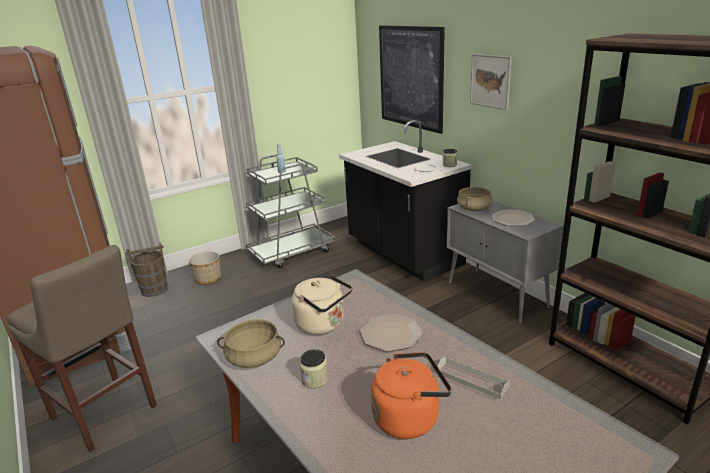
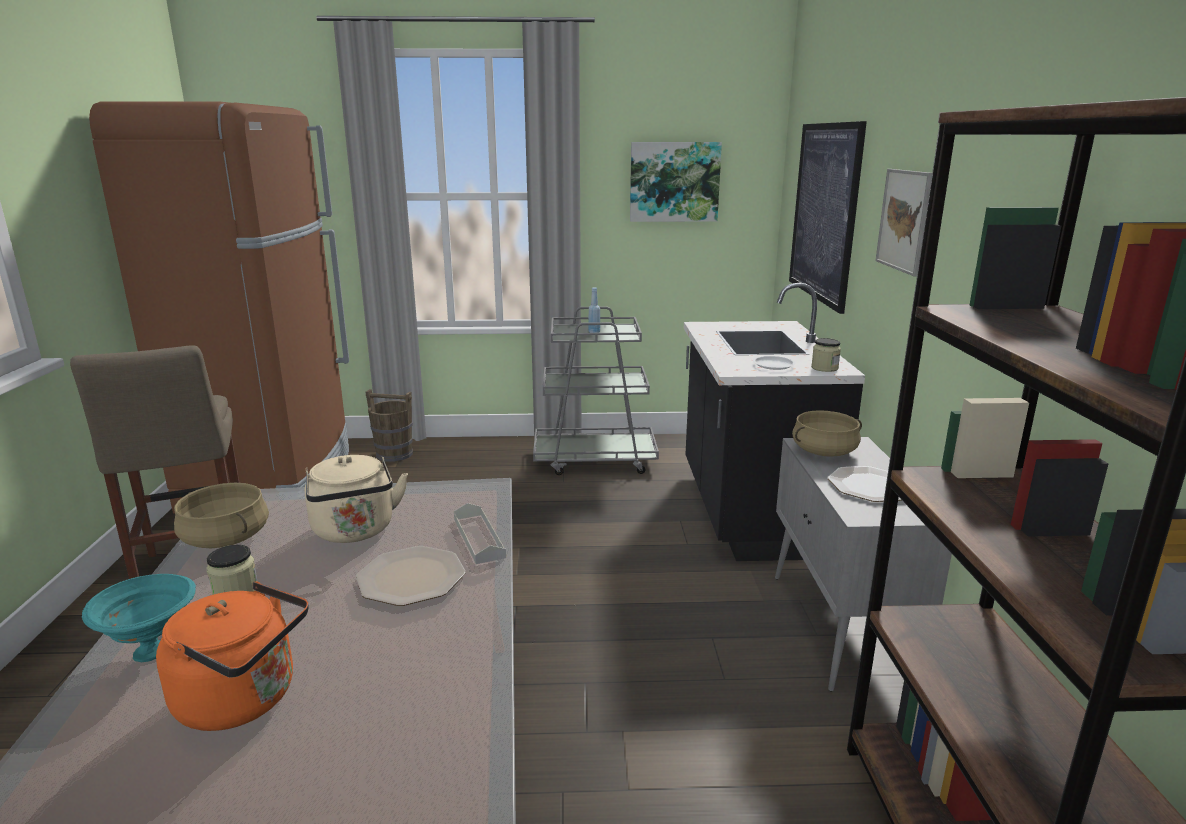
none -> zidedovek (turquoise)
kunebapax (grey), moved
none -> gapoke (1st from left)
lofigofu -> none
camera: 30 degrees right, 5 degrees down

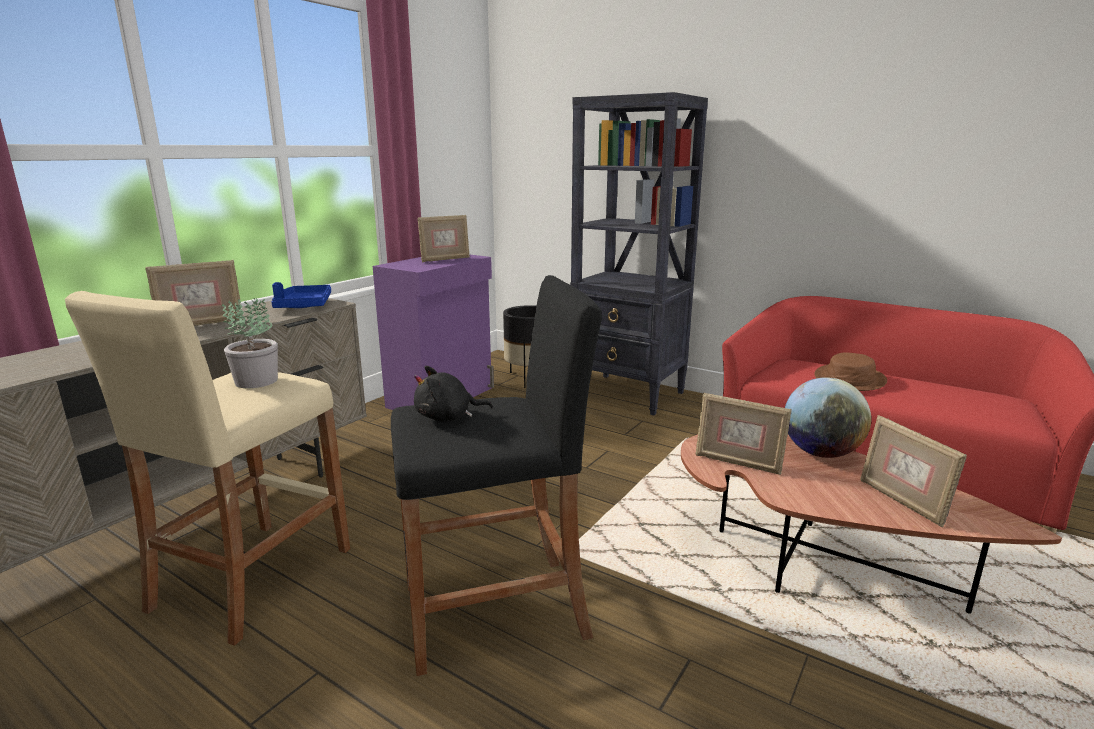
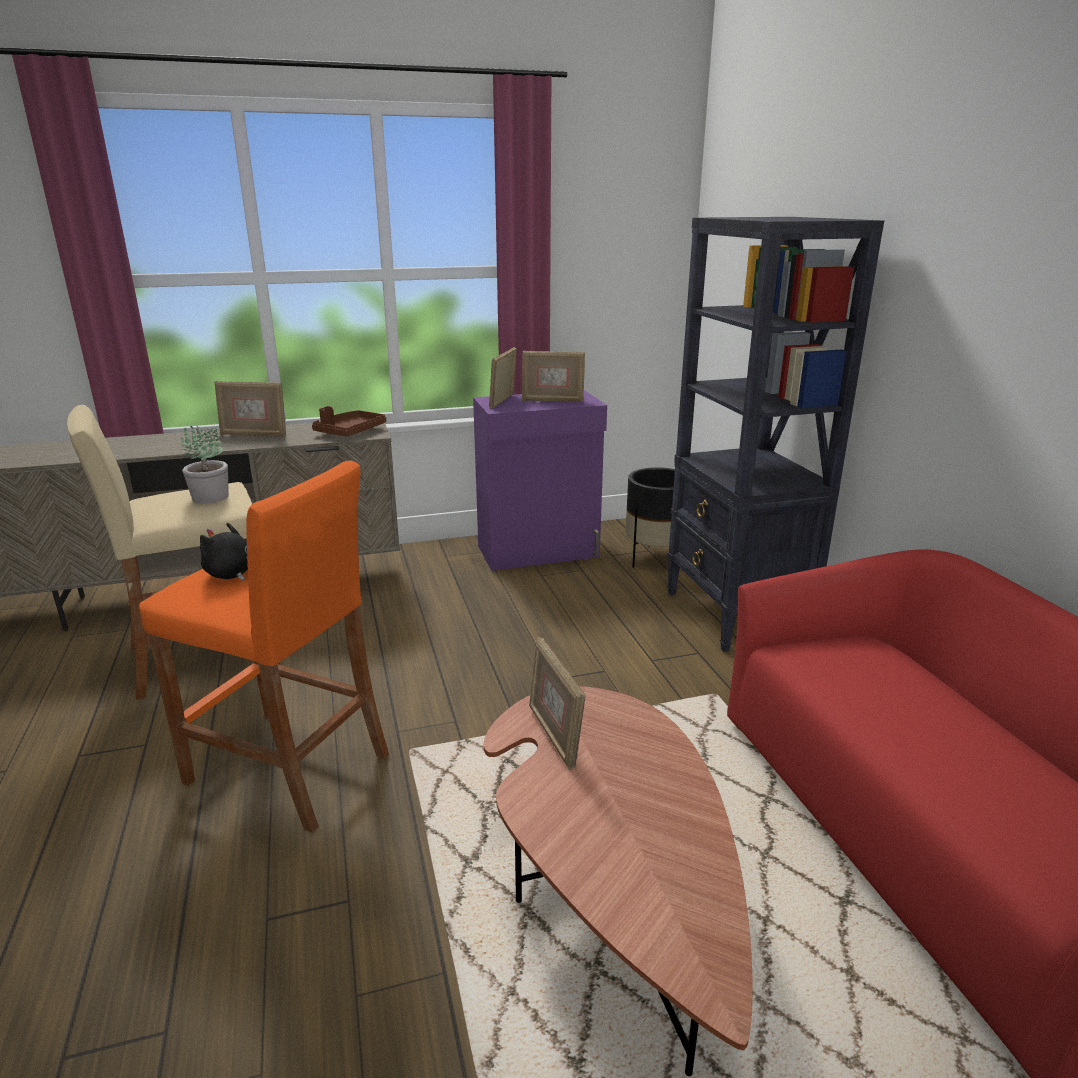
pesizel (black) -> pesizel (orange)
kunebapax (blue) -> kunebapax (brown)
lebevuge (4th from left in the first image) -> lebevuge (2nd from left), moved
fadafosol -> none
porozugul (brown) -> none
camera: 40 degrees right, 5 degrees up

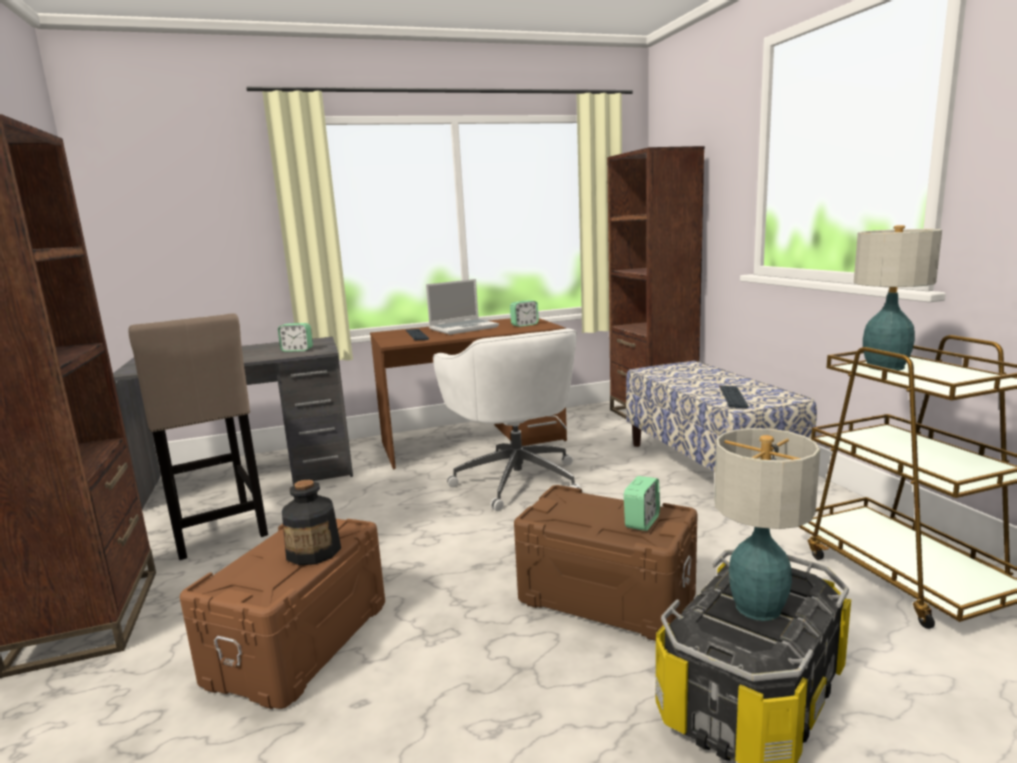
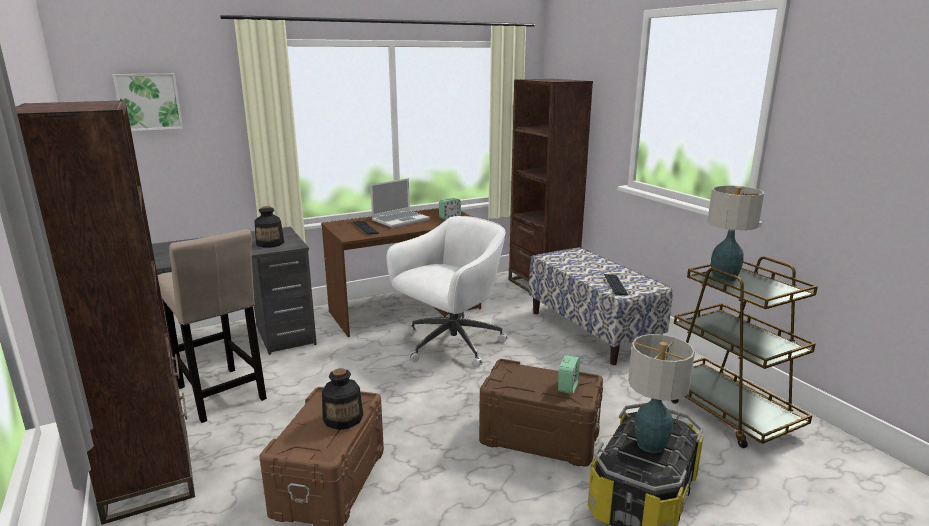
none -> gapoke
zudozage (1st from left) -> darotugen (1st from left)
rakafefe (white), 105 degrees counterclockwise
camera: 10 degrees left, 5 degrees up

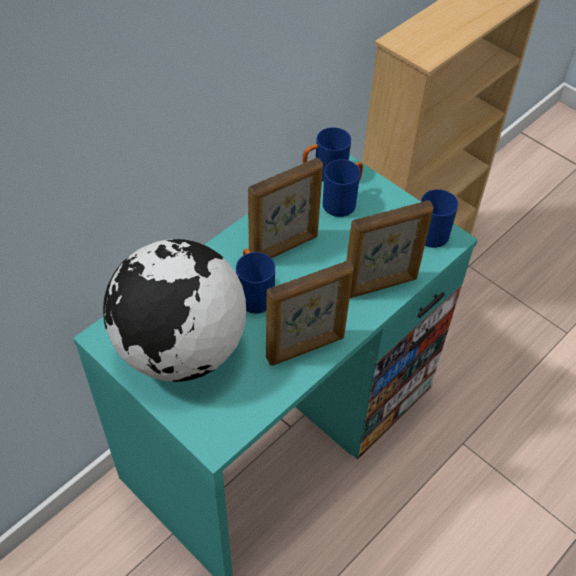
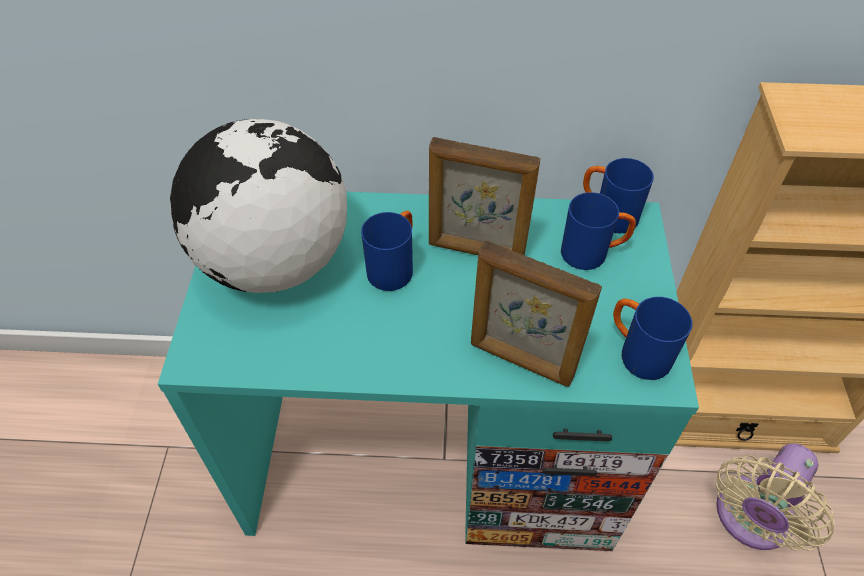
none -> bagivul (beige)
lebevuge (2nd from left) -> none
camera: 50 degrees right, 0 degrees up

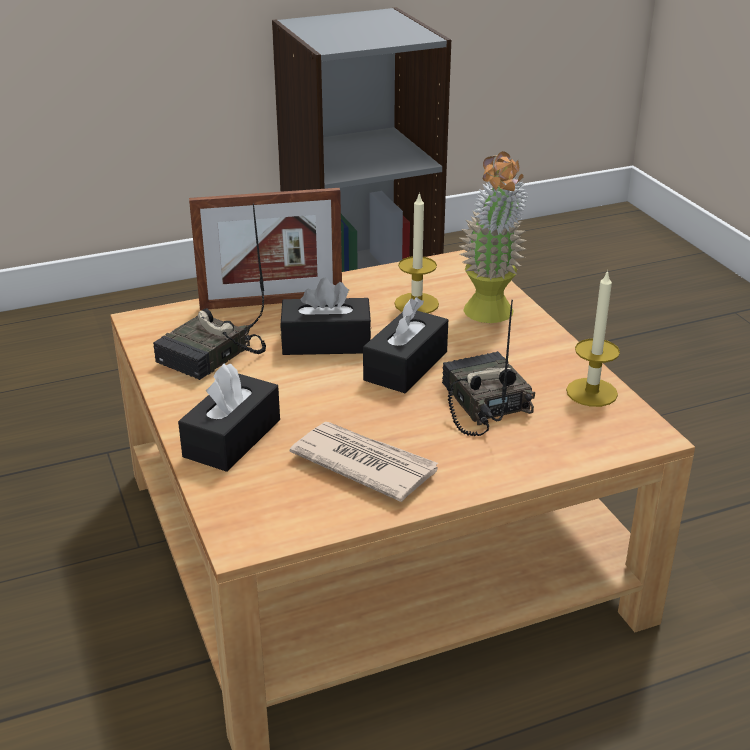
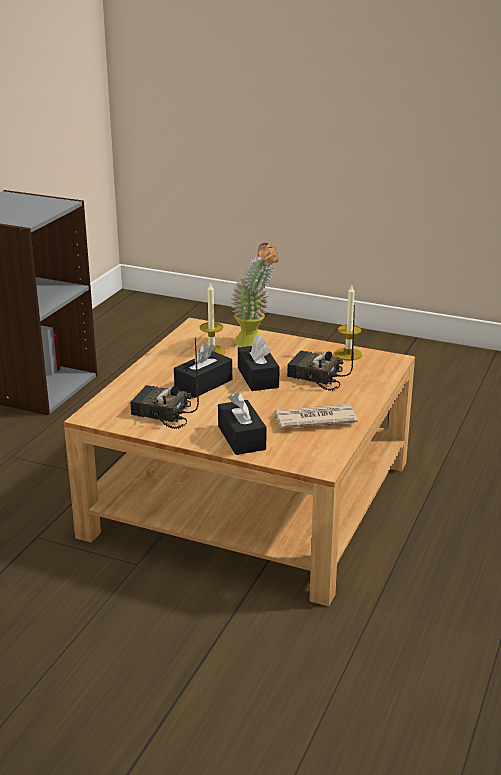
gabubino (1st from left), 120 degrees clockwise
lebevuge -> none
camera: 45 degrees left, 5 degrees down

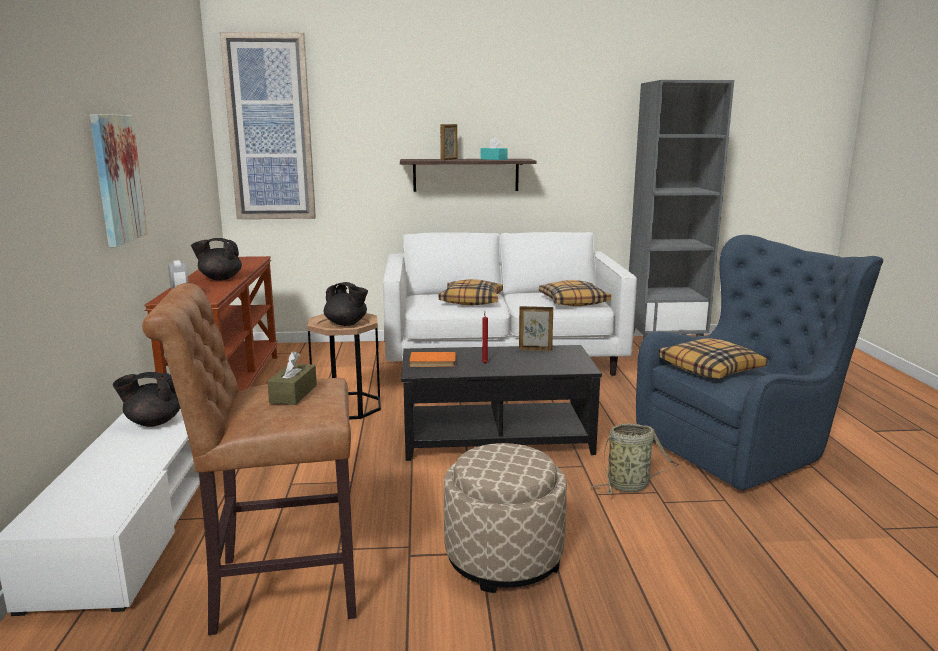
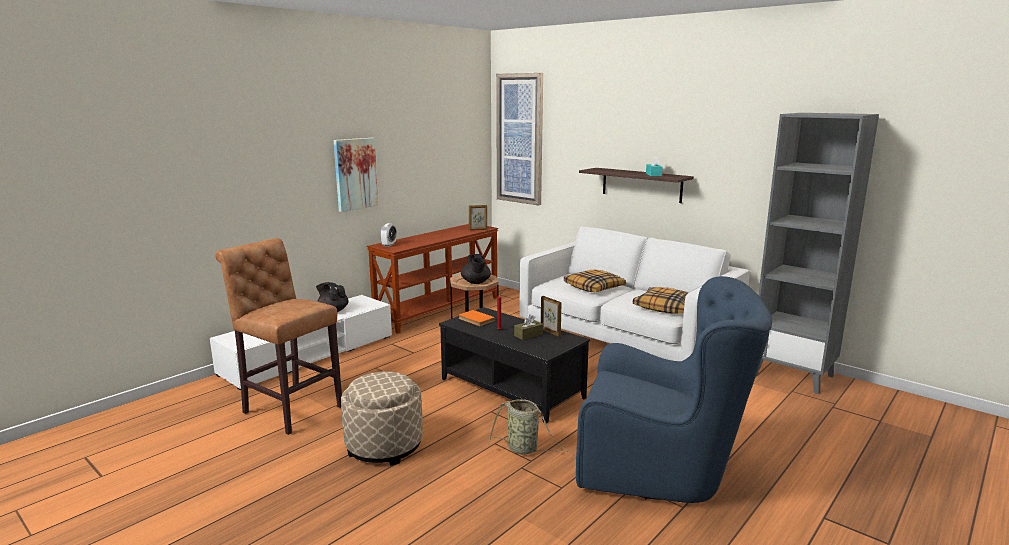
lebevuge (1st from left), moved
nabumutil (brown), moved
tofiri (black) (2nd from left) -> none
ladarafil (3rd from left) -> none
camera: 45 degrees right, 0 degrees up

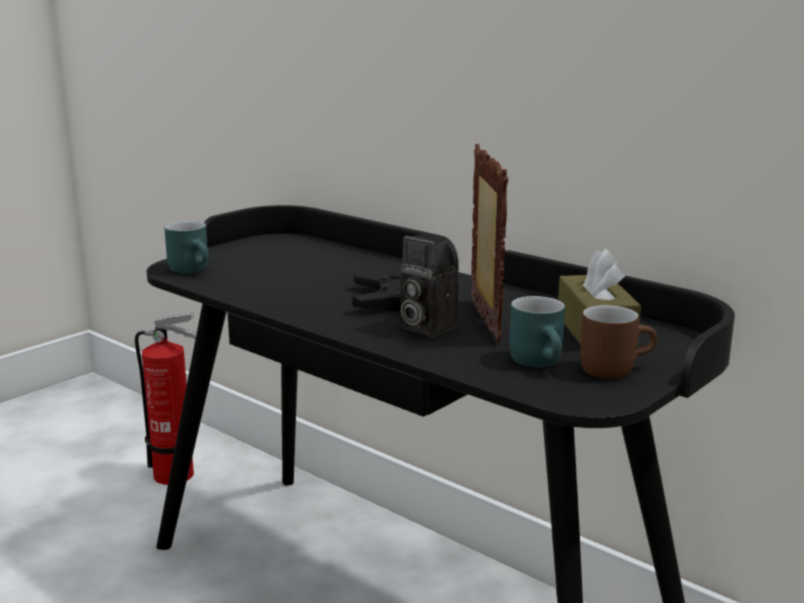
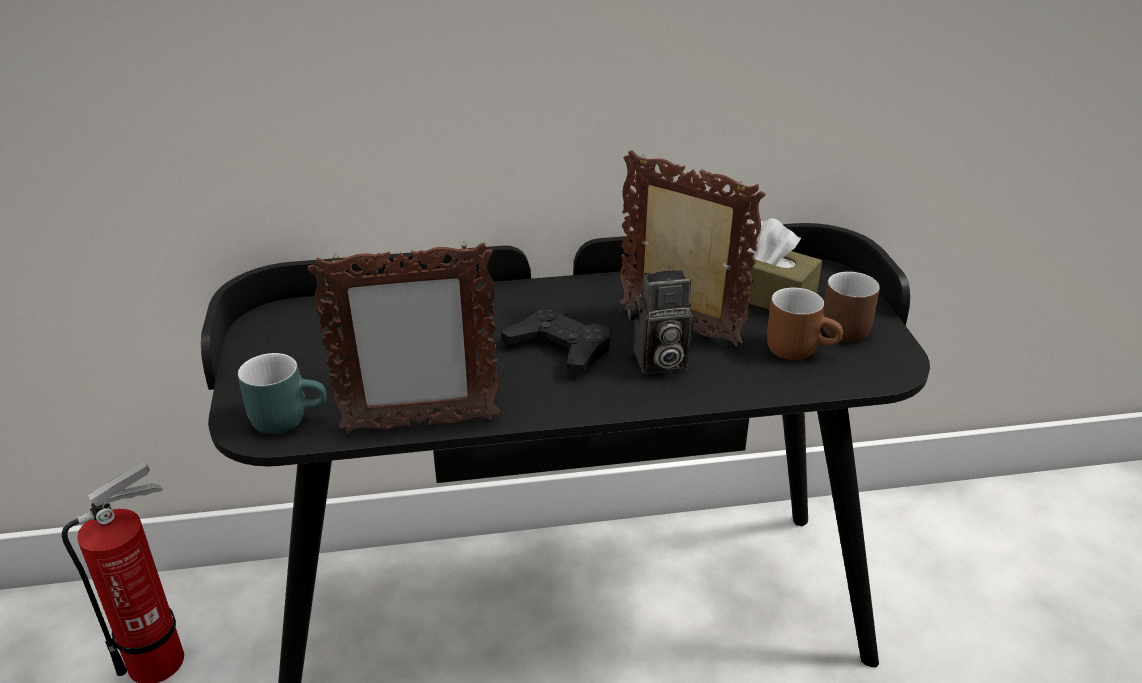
none -> lebevuge (1st from left)
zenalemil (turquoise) (2nd from left) -> zenalemil (brown) (1st from left)
camera: 50 degrees left, 15 degrees up

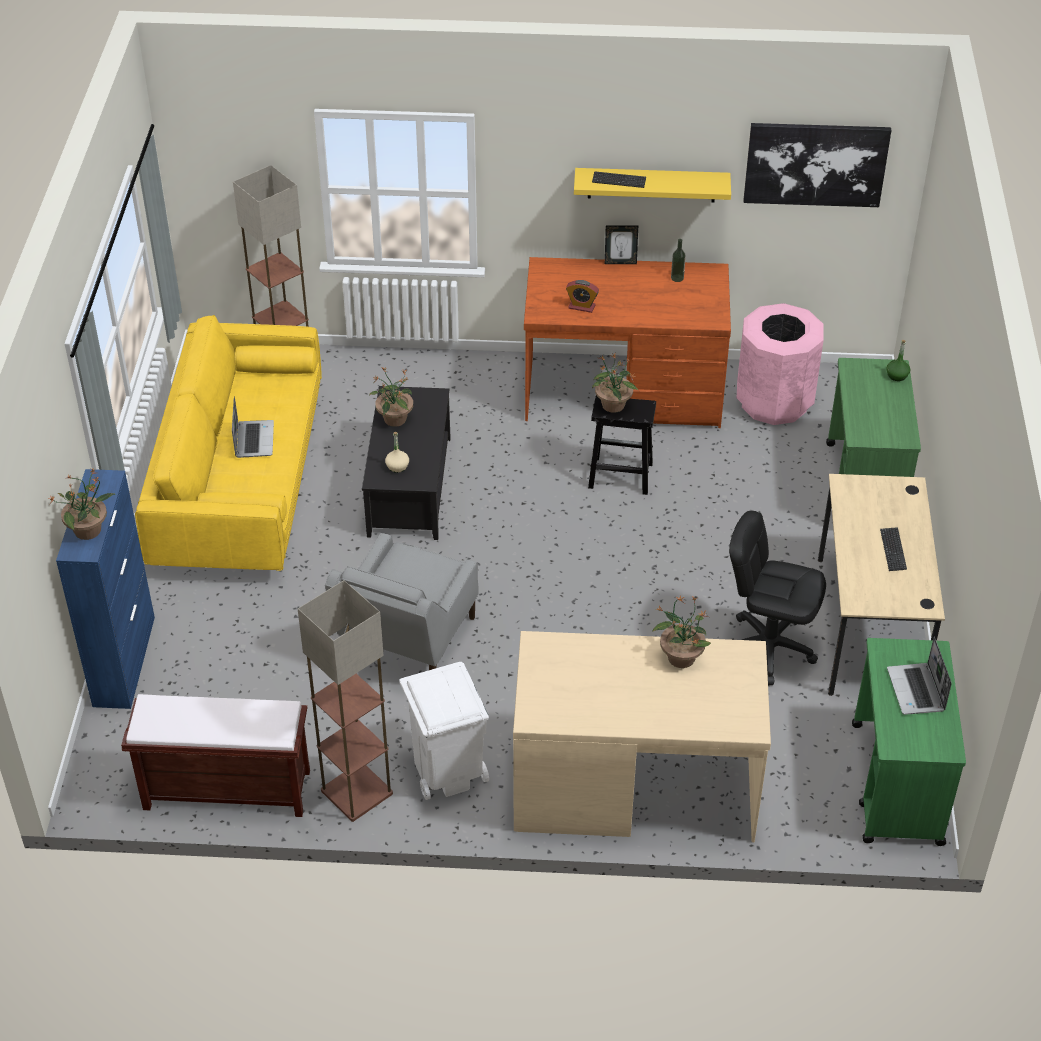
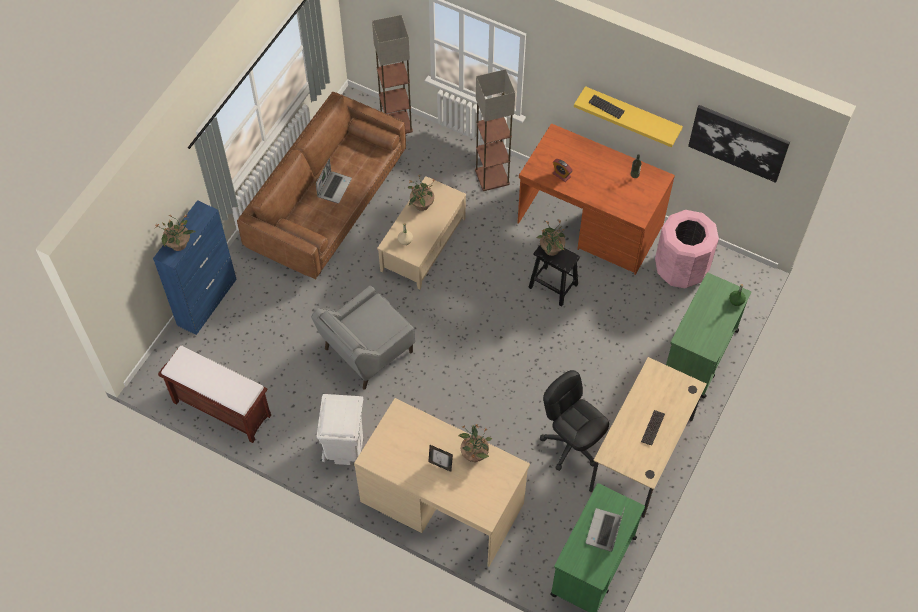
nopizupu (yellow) -> nopizupu (brown)
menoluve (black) -> menoluve (beige)
lebevuge, moved
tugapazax (2nd from left), moved
camera: 25 degrees right, 15 degrees up

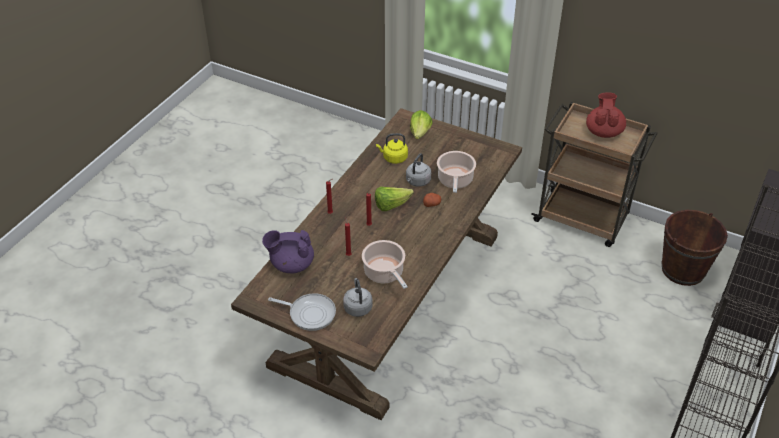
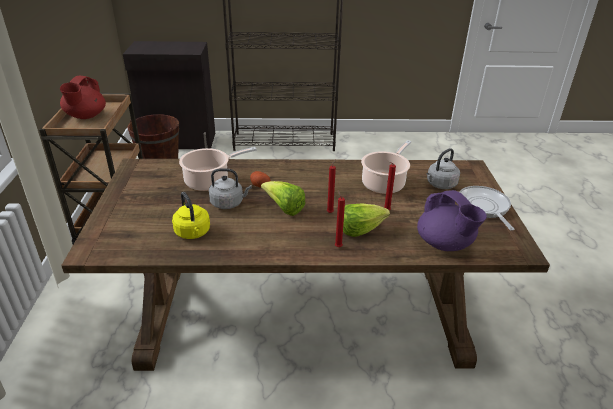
tofiri (red), 60 degrees counterclockwise
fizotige (2nd from left), moved
camera: 120 degrees left, 10 degrees down

